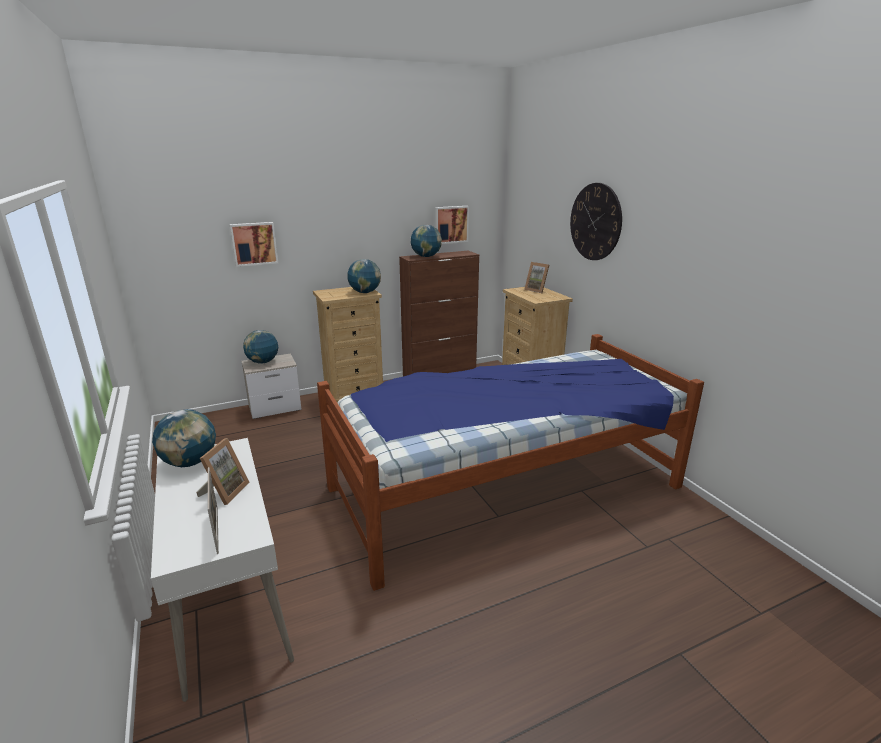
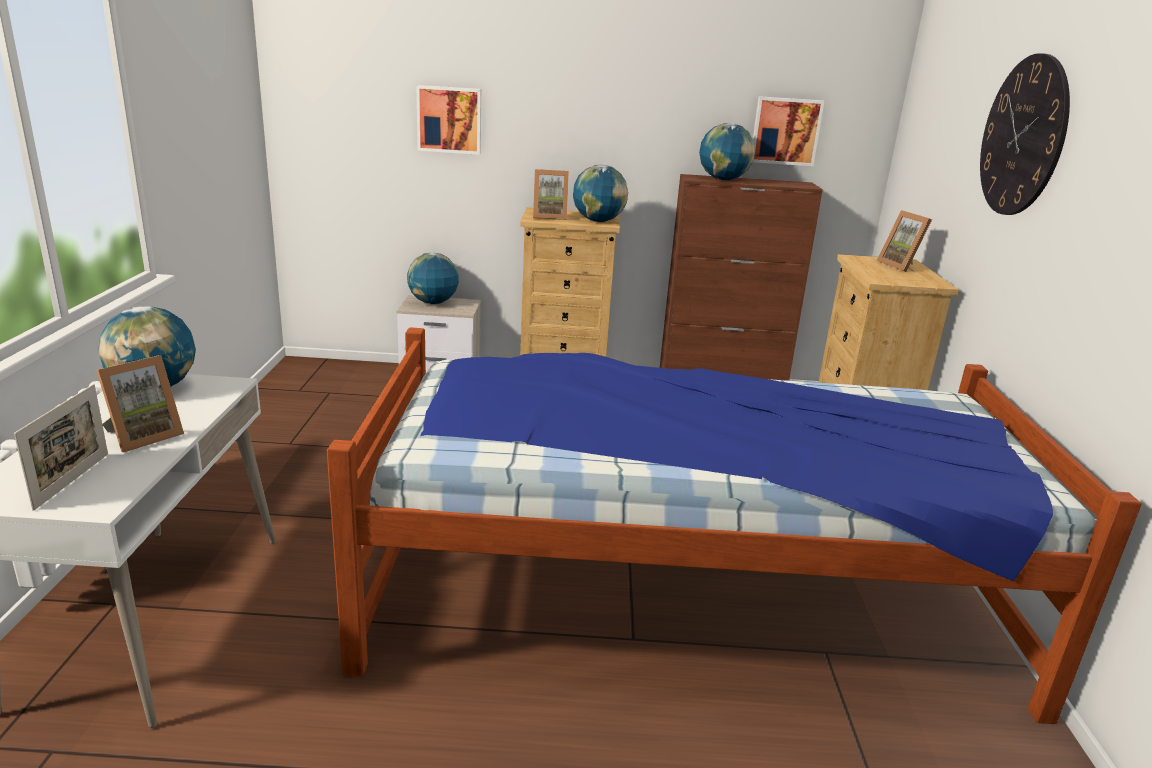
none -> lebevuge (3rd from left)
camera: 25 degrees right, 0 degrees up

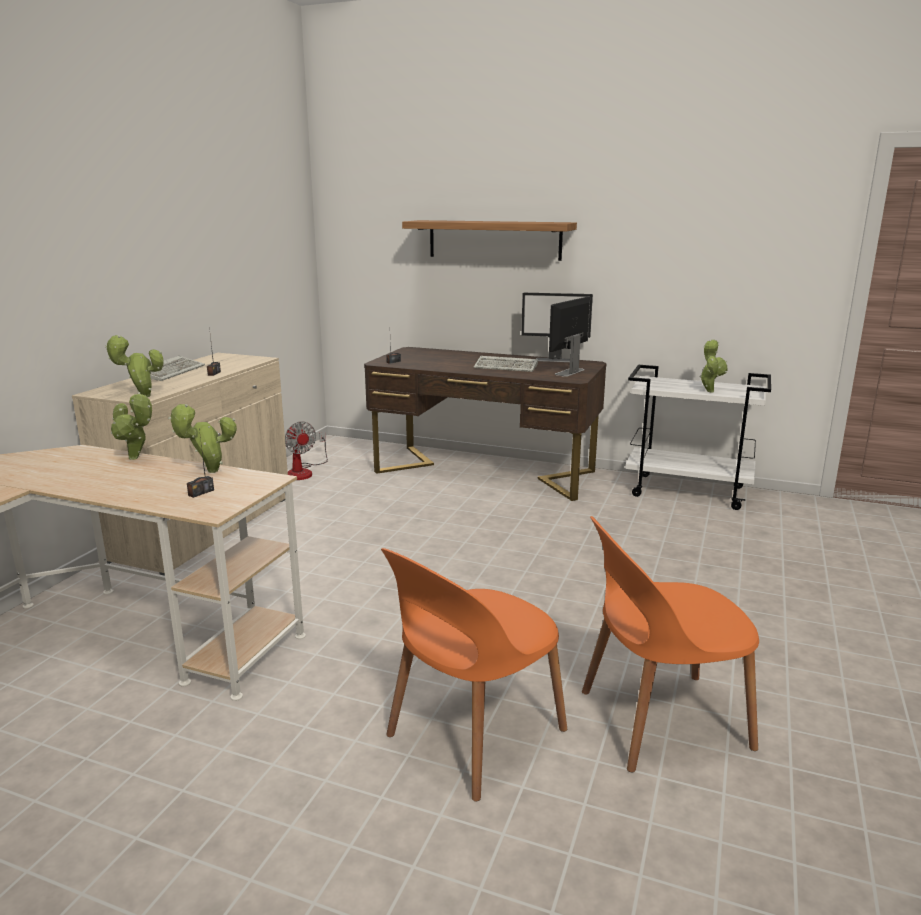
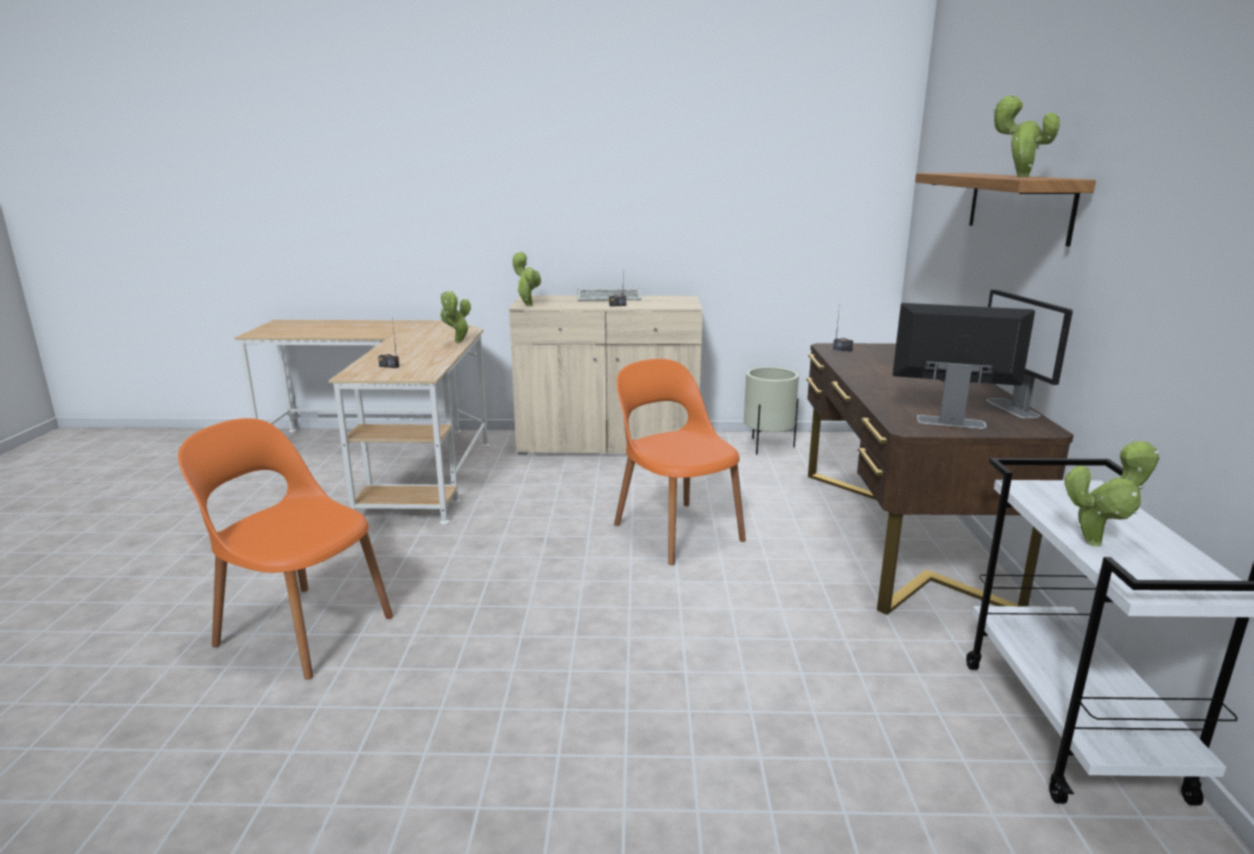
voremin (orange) (2nd from left), moved
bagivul -> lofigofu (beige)
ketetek (3rd from left), moved
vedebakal (2nd from left) -> none
camera: 70 degrees right, 0 degrees up

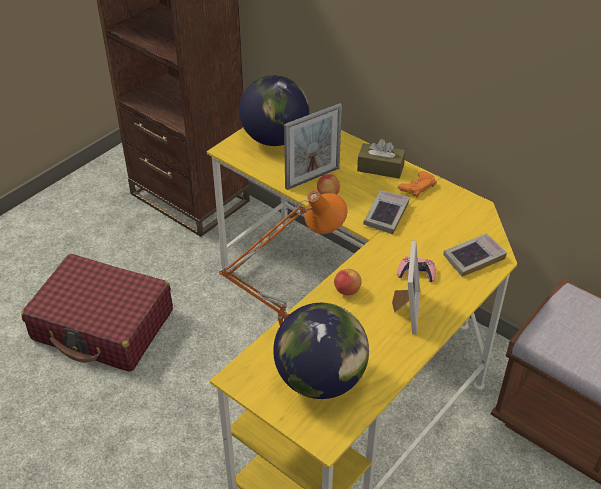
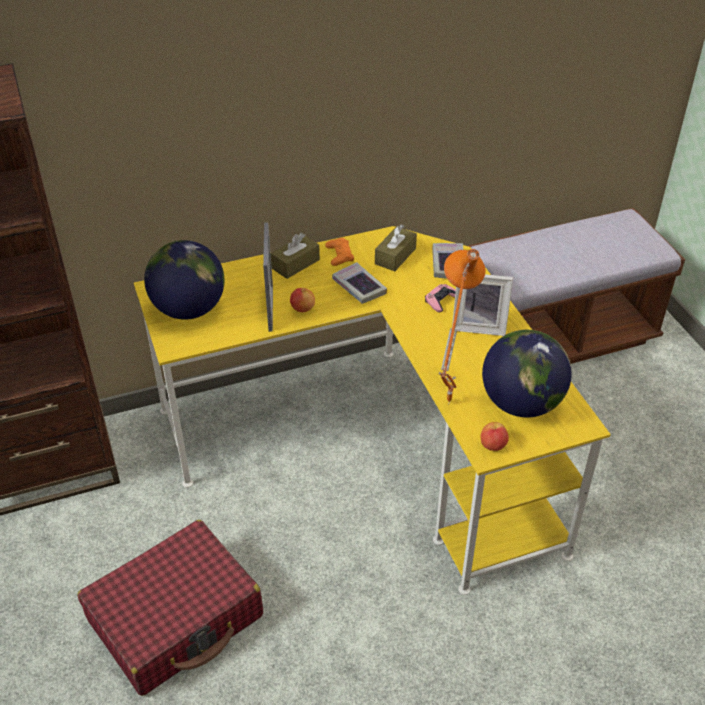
none -> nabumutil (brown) (2nd from left)
lebevuge (2nd from left), 150 degrees clockwise
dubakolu (2nd from left), moved
camera: 60 degrees left, 0 degrees up

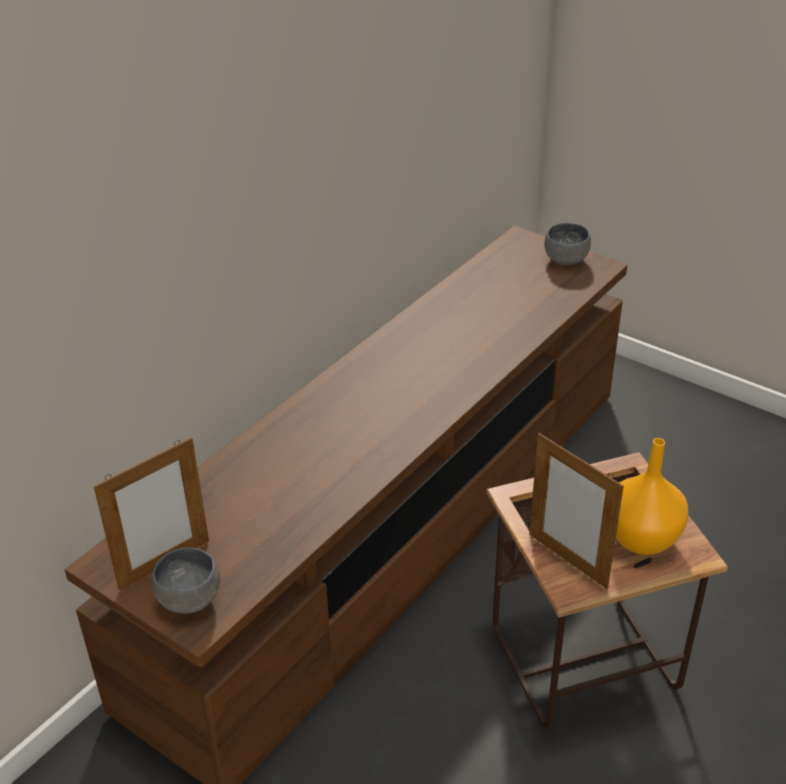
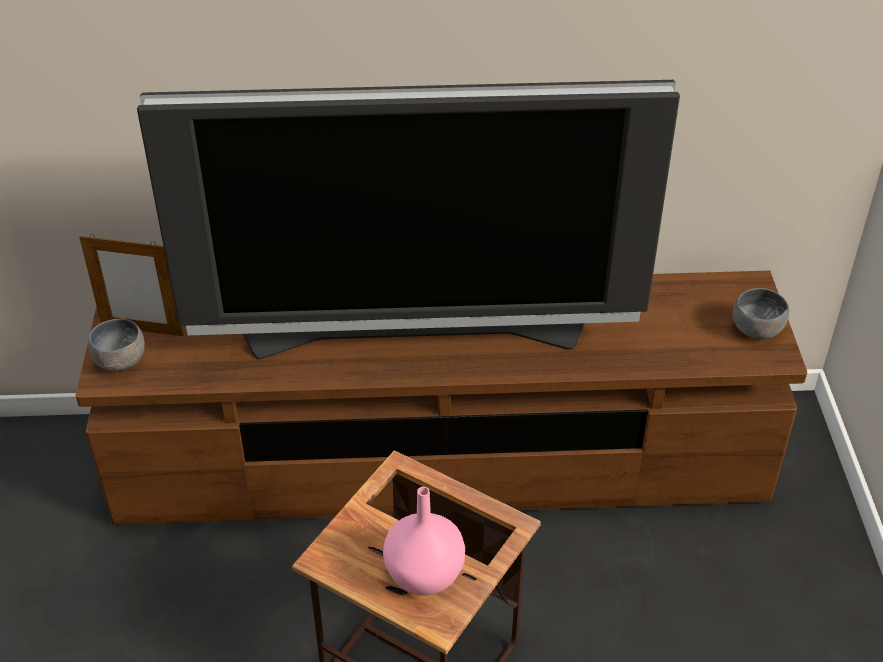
none -> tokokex
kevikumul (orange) -> kevikumul (pink)
lebevuge (2nd from left) -> none
camera: 50 degrees right, 5 degrees up

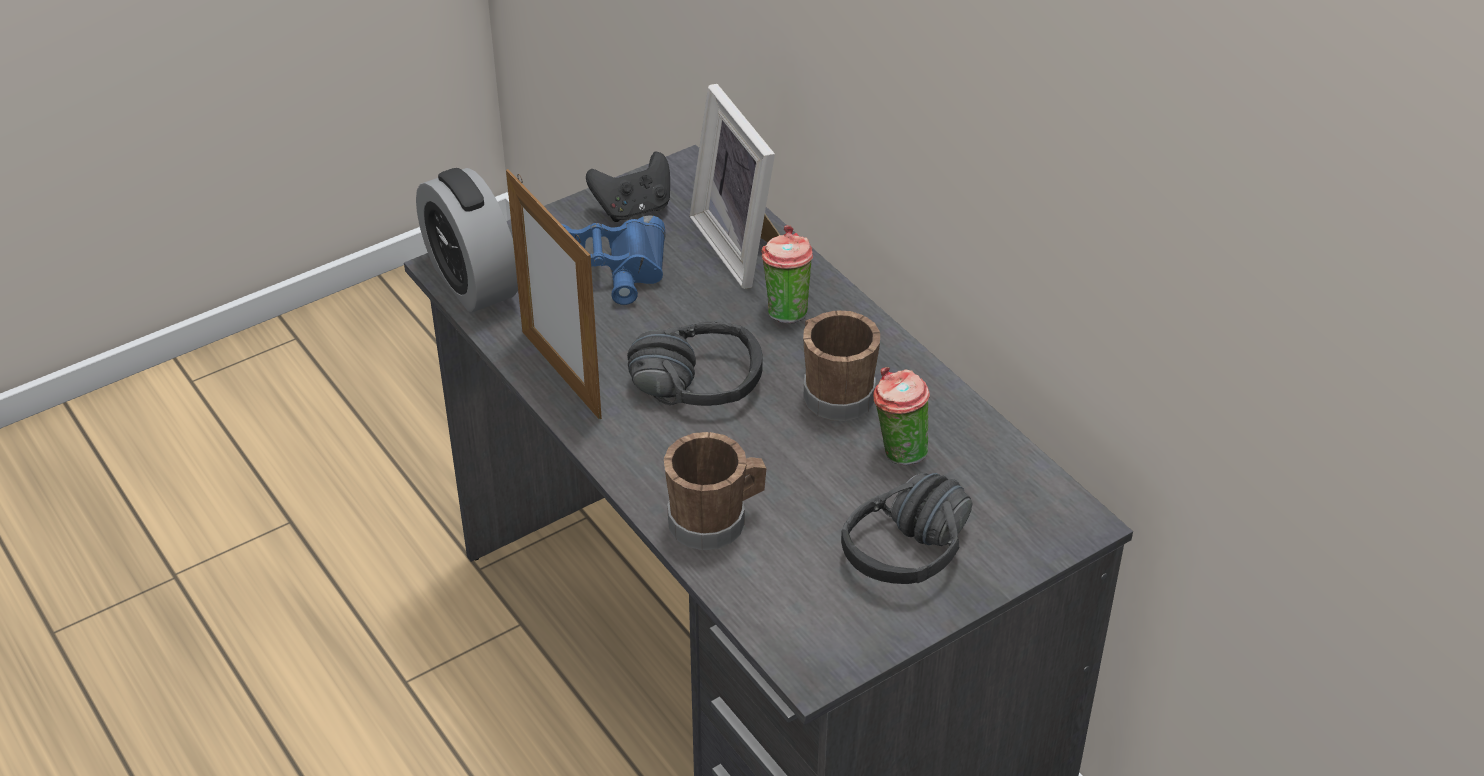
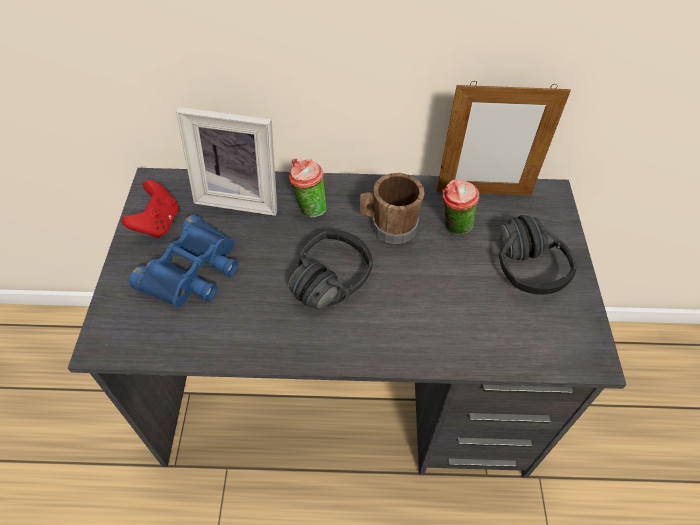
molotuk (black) -> molotuk (red)
lebevuge (1st from left in the first image) -> lebevuge (2nd from left), moved
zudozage -> none
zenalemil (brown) (1st from left) -> none
camera: 55 degrees left, 10 degrees up

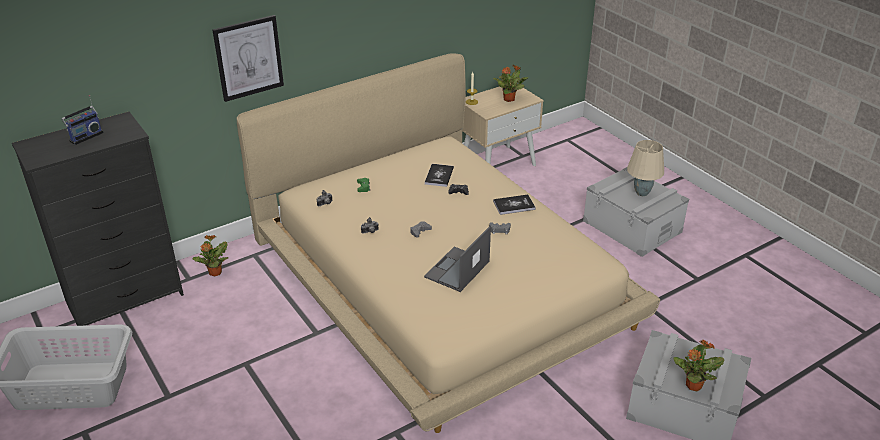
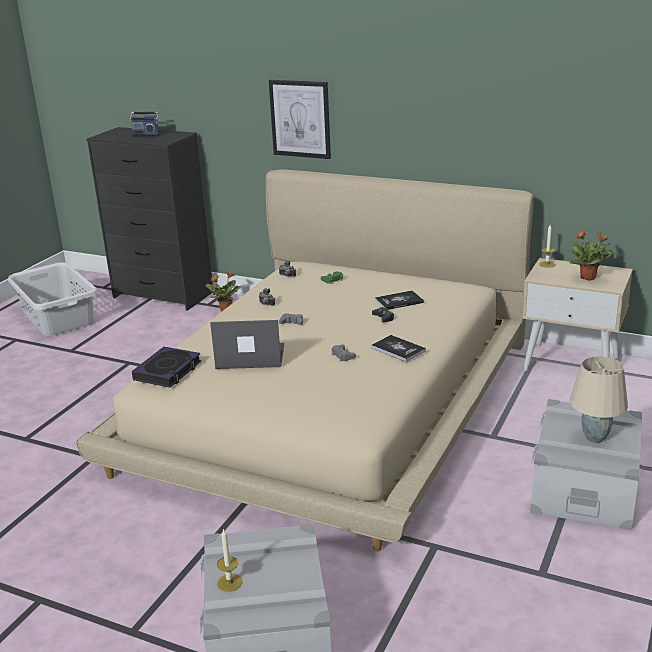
none -> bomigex (1st from left)
ketetek (3rd from left) -> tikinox (1st from left)
camera: 60 degrees right, 10 degrees down

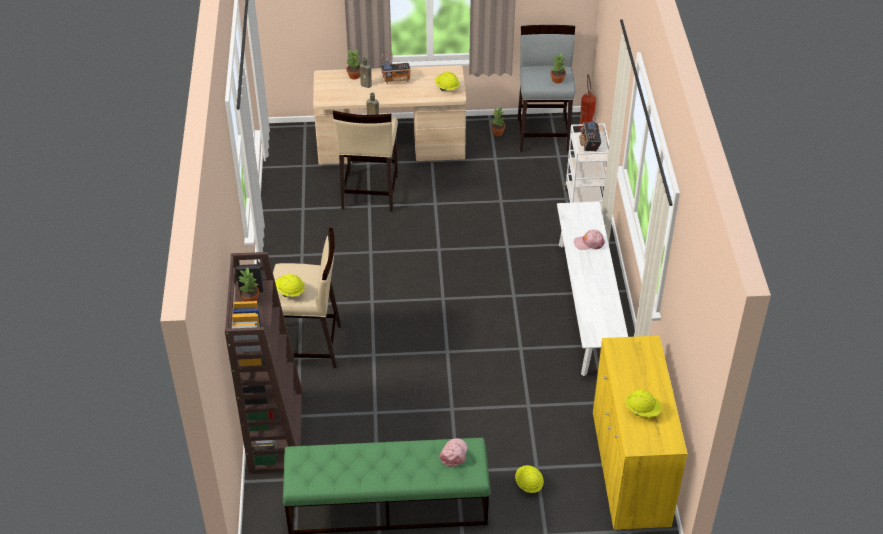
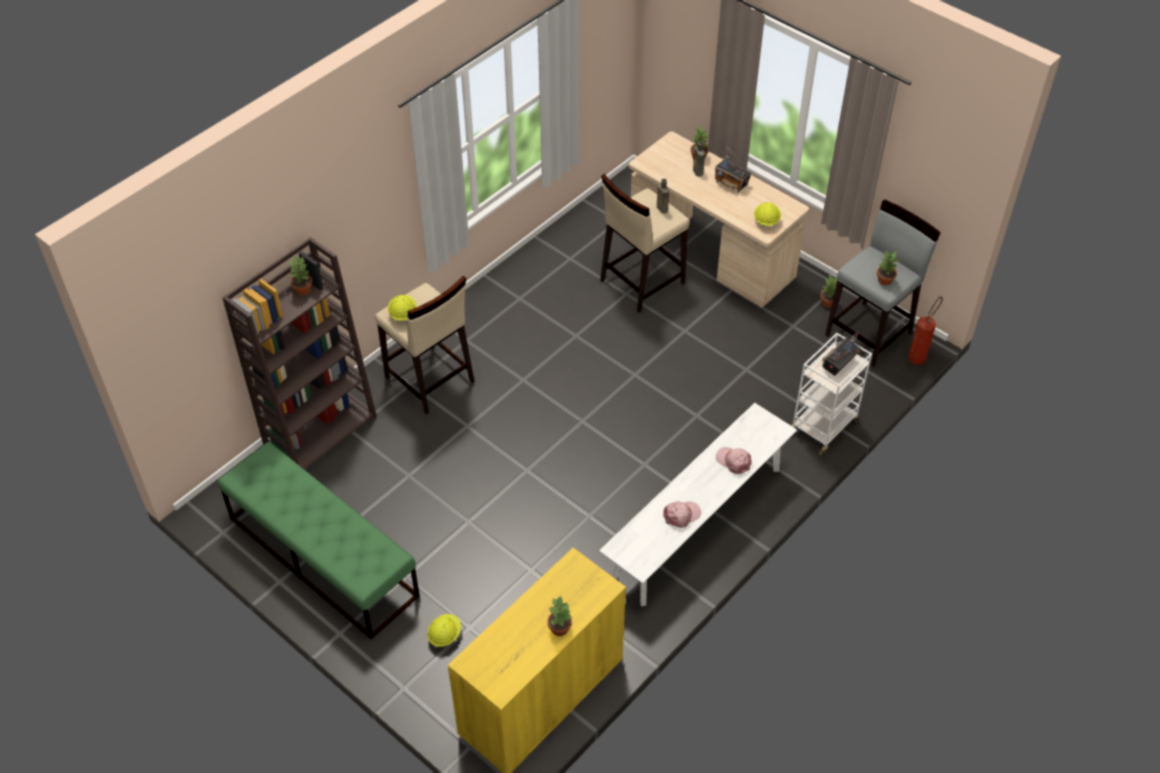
none -> ketetek (2nd from left)
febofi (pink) (1st from left), moved
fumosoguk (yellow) (4th from left) -> none
camera: 45 degrees right, 5 degrees up

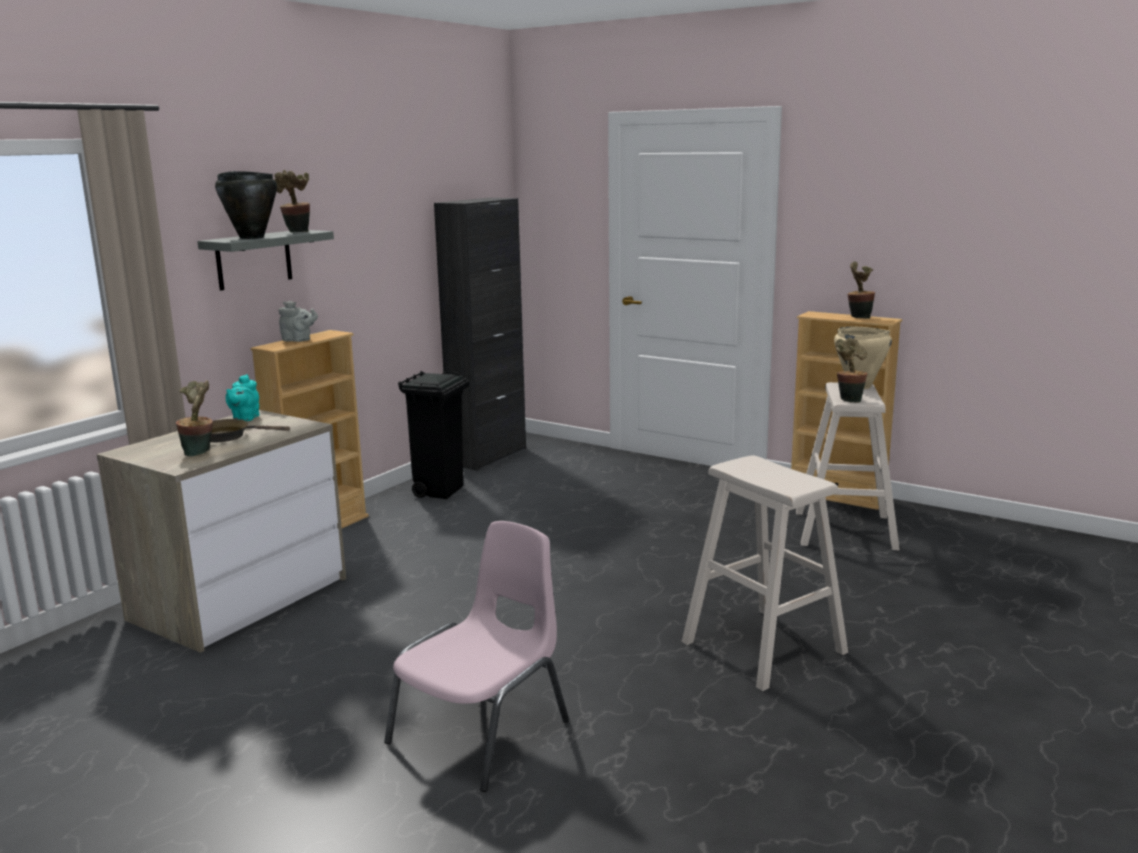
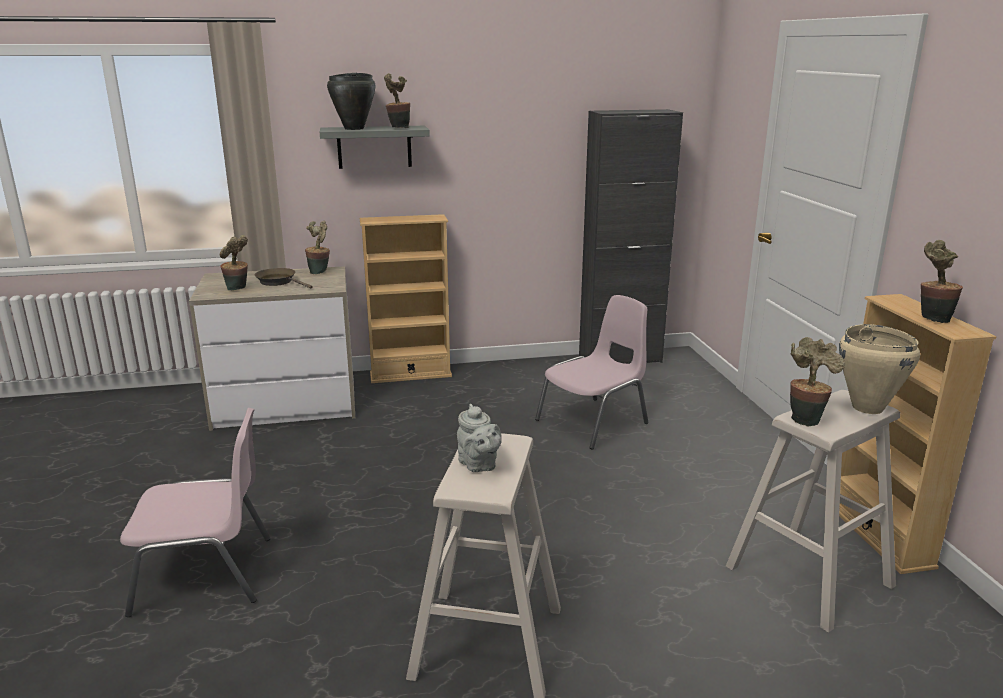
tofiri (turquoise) -> ketetek (2nd from left)
tofiri (grey), moved
none -> voremin (pink) (2nd from left)
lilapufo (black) -> none
camera: 45 degrees right, 5 degrees up

